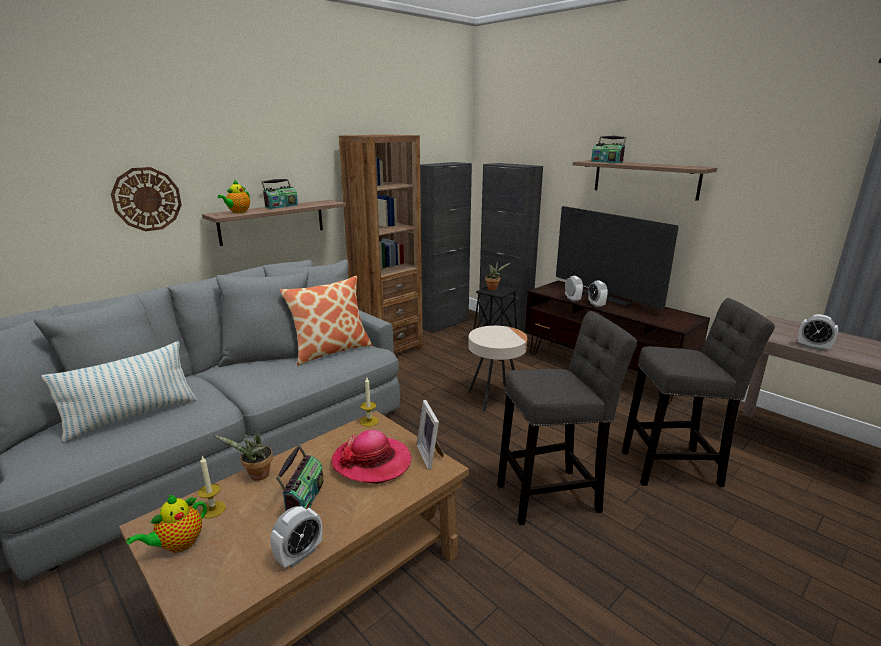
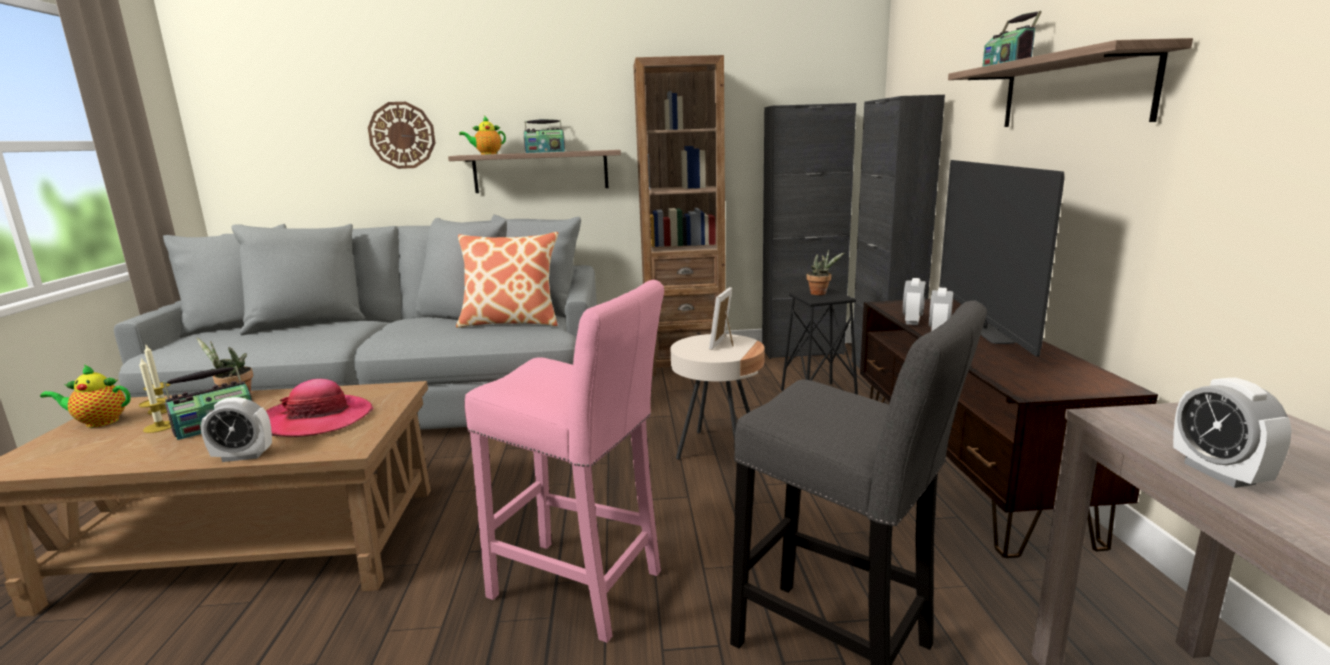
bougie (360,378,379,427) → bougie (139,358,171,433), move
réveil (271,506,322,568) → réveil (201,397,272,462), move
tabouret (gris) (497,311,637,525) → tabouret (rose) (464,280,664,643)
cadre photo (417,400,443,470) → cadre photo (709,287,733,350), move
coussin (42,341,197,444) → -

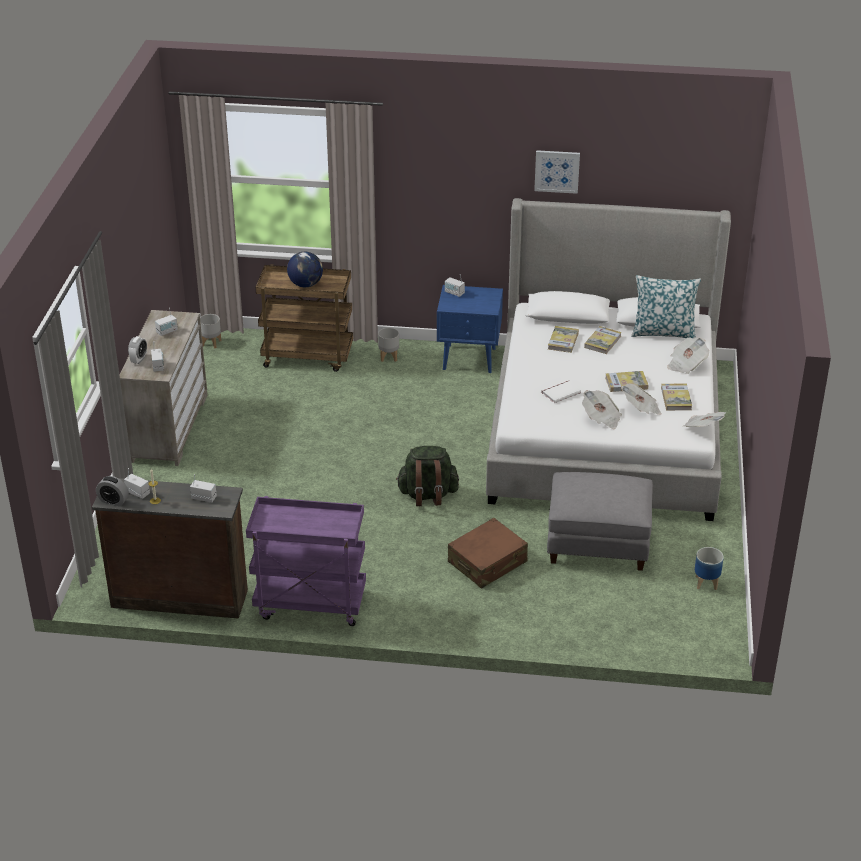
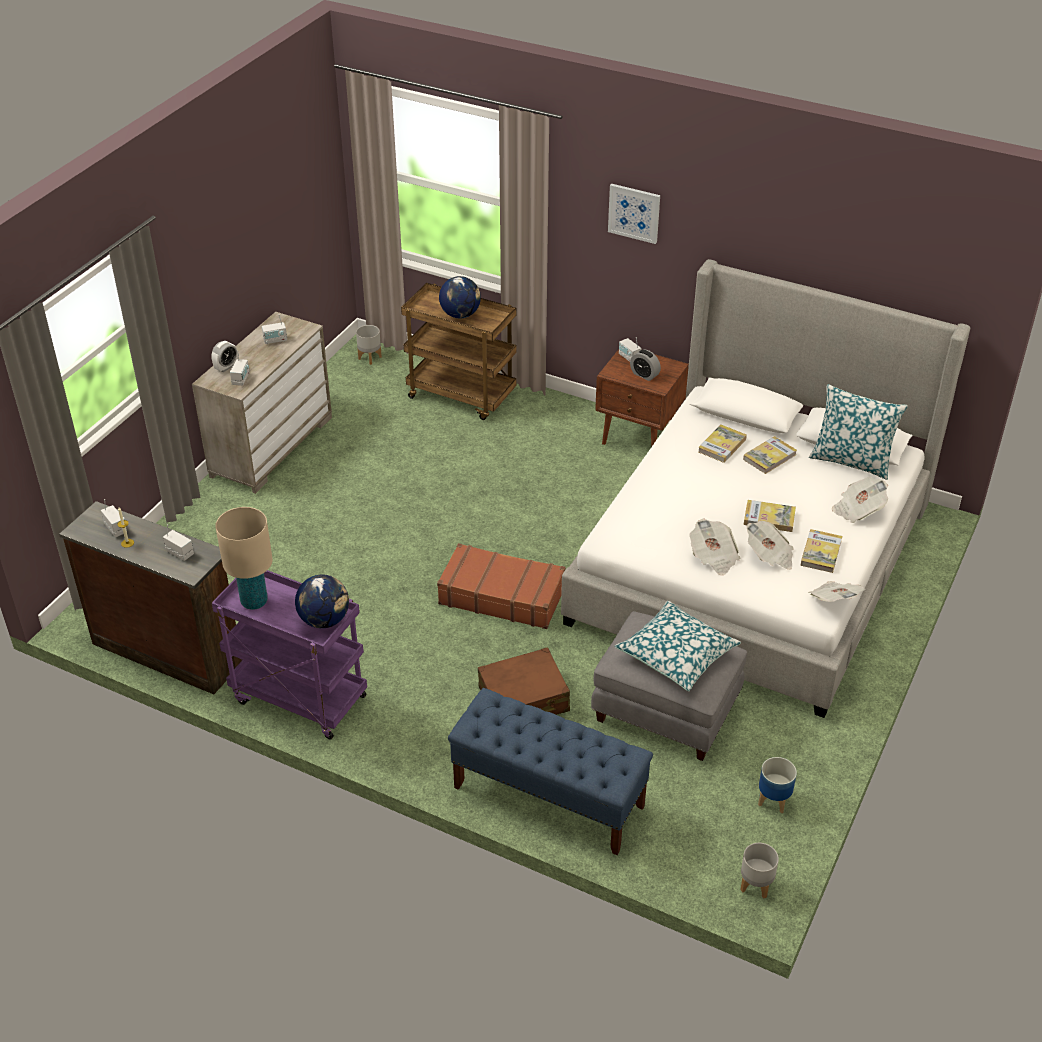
- → lampe de table (beige) (215,507,273,610)
- → globe (295,575,349,628)
sac à dos (vert) (396,446,459,506) → valise (marron) (437,543,566,629)
- → banc (bleu) (448,688,653,855)
table de chevet (bleu) (437,285,503,373) → table de chevet (marron) (595,349,689,447)
tableau (534,150,580,194) → tableau (608,184,660,244), move
- → coussin (615,601,741,691)
réveil (96,476,129,506) → réveil (630,350,661,381), move
cache-pot (gris) (378,328,399,362) → cache-pot (gris) (740,843,779,899), move
livre (blanc) (541,380,581,403) → -

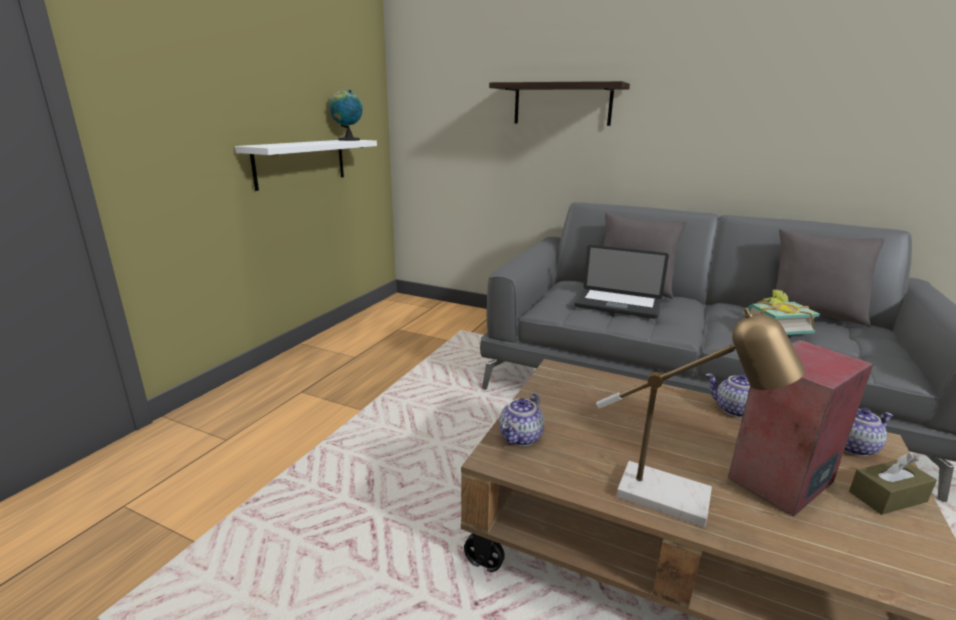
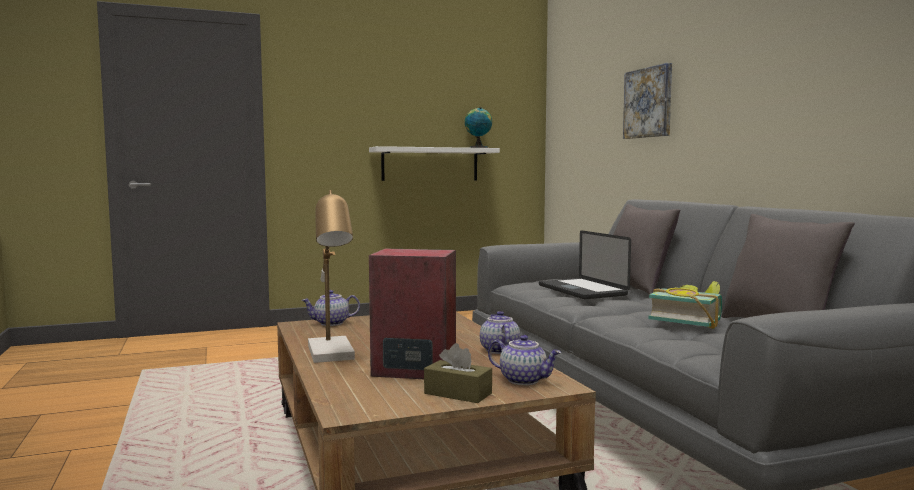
étagère (489,81,630,126) → tableau (623,63,672,139)

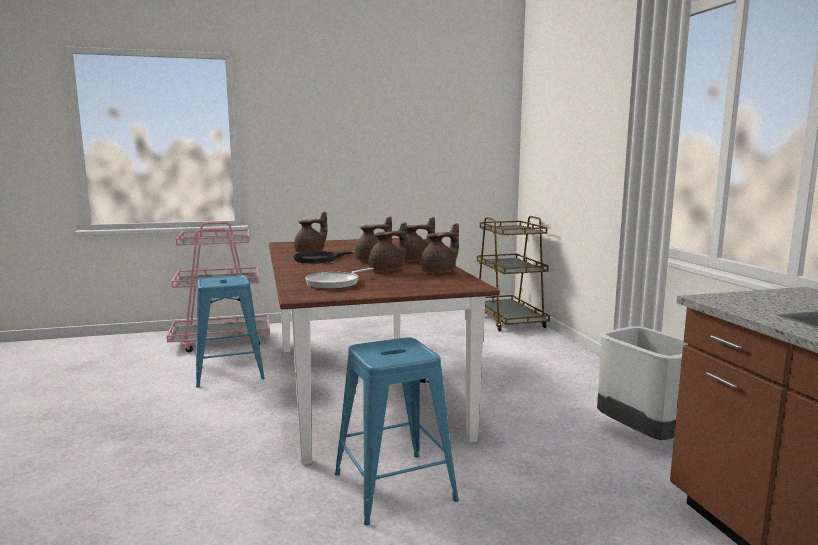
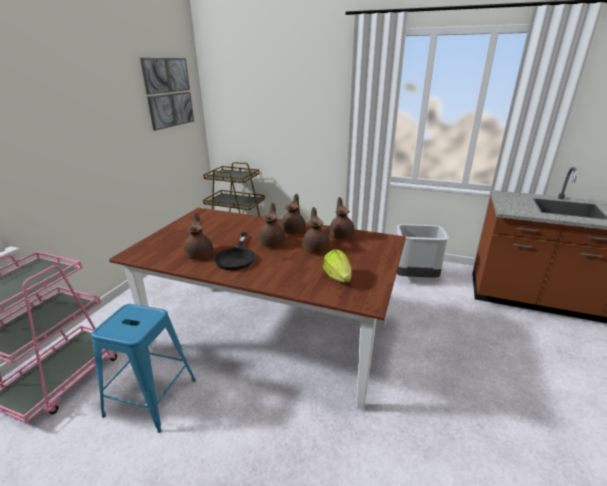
- → tableau (140,58,194,130)
poêle (305,268,374,289) → laitue (323,249,352,283)
tabouret (bleu) (335,337,459,525) → -

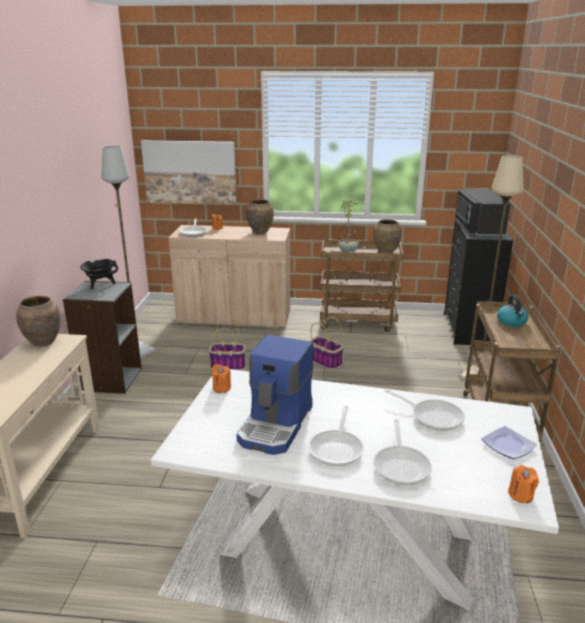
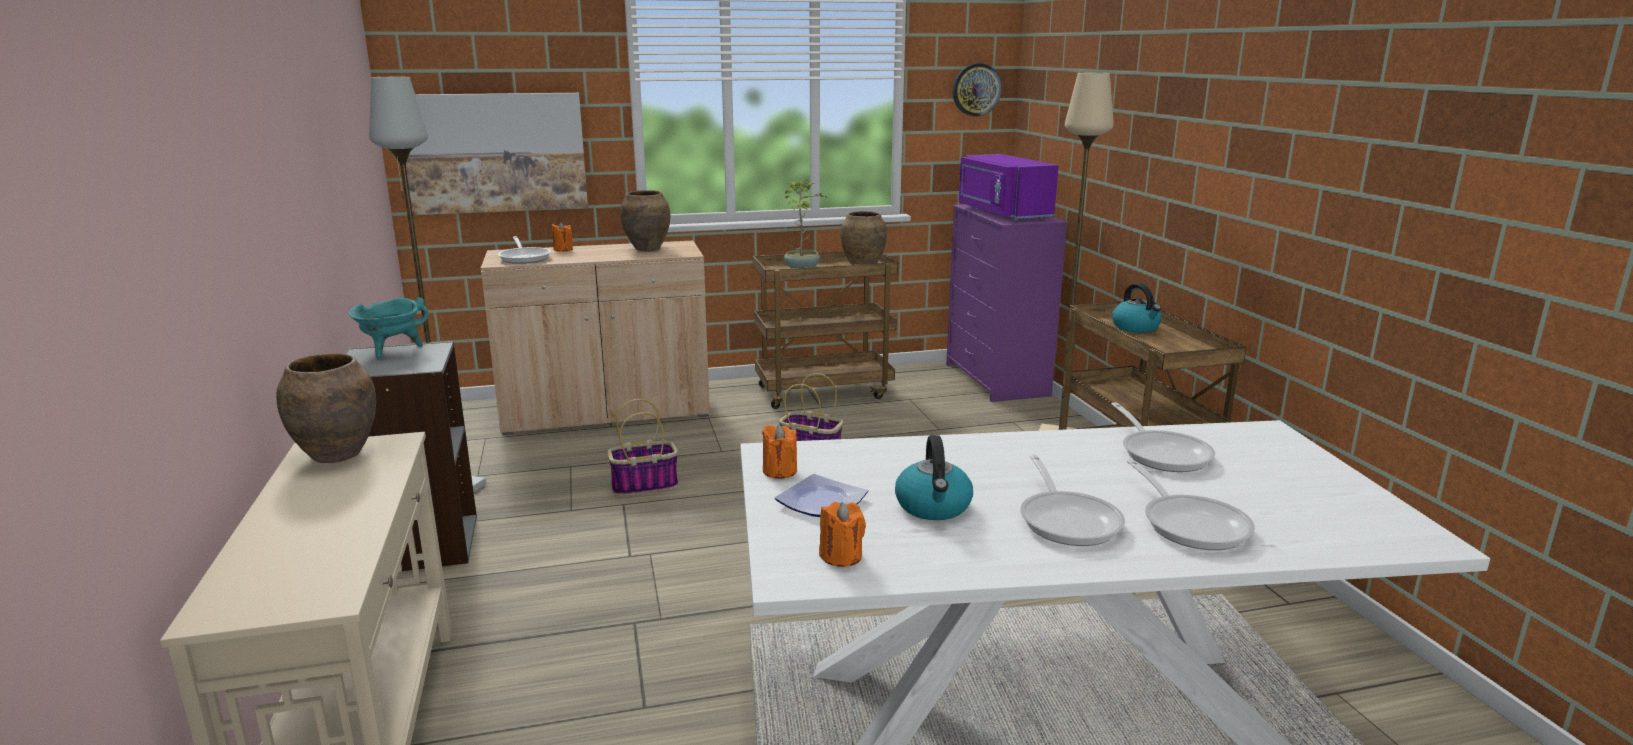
marmite (noir) (80,259,118,289) → marmite (turquoise) (348,298,428,358)
assiette (482,426,537,459) → assiette (775,474,868,517), move
bougie (orange) (508,465,539,503) → bougie (orange) (819,502,866,567), move
machine à café (237,335,313,455) → bouilloire (895,435,973,520)
commode (noir) (444,218,513,345) → commode (violet) (946,204,1068,402)
- → horloge murale (953,63,1002,116)
micro-ondes (noir) (455,188,510,236) → micro-ondes (violet) (959,154,1059,221)
poêle (385,389,465,431) → poêle (1111,402,1215,472), 60 degrees clockwise

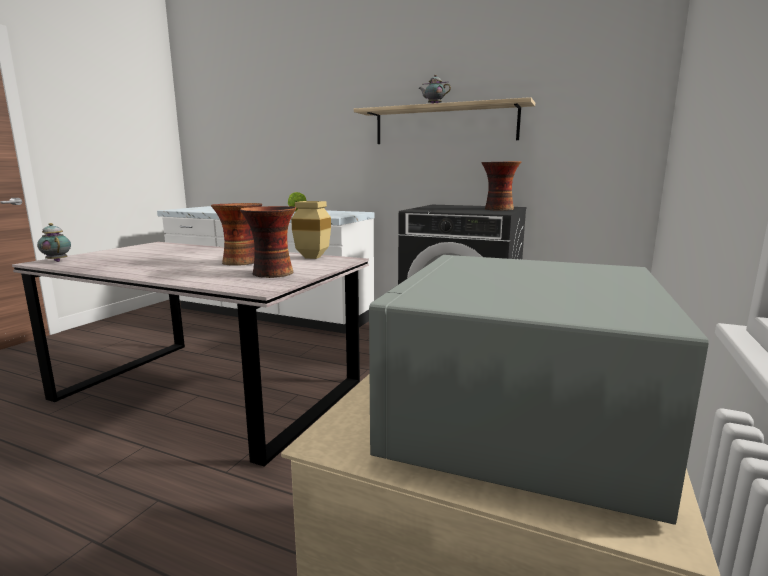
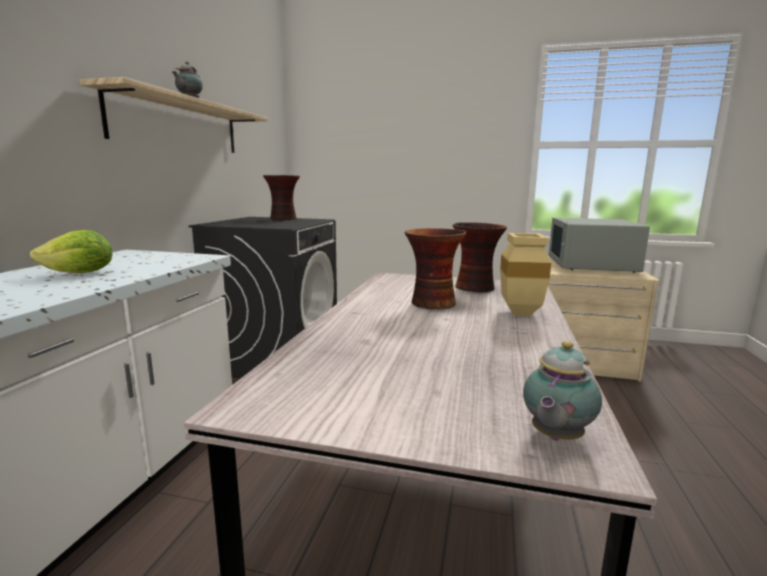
vase (beige) (291,201,331,259) → vase (beige) (500,233,551,316), move
micro-ondes (gris) (369,255,709,525) → micro-ondes (gris) (549,218,650,273), 90 degrees clockwise

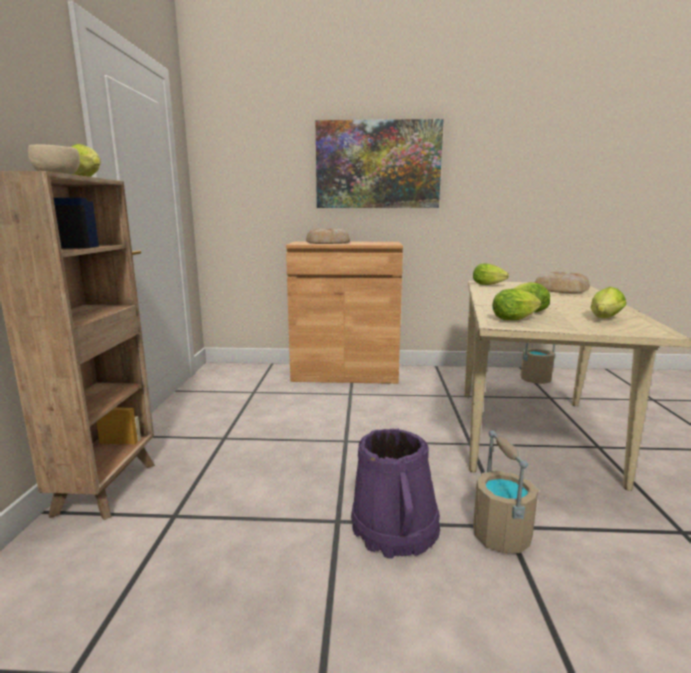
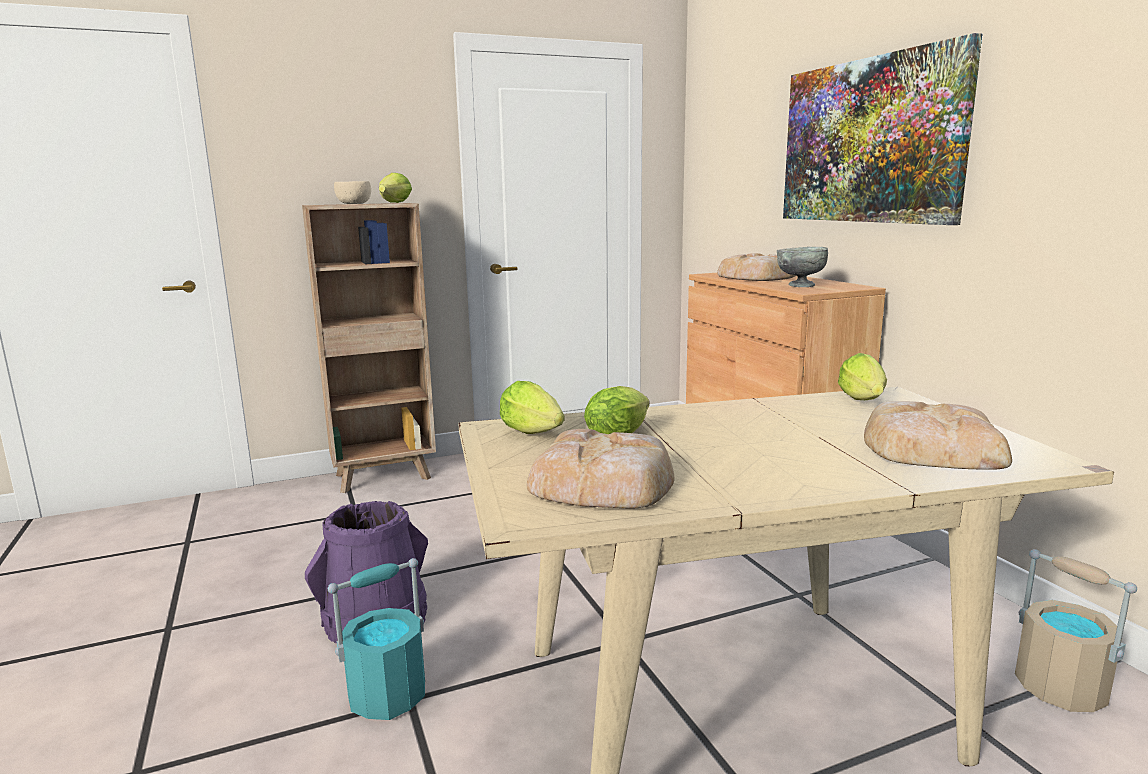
seau (beige) (473,430,539,553) → seau (turquoise) (328,558,425,720)
laitue (590,287,626,318) → pain (527,429,674,508)
- → bol (gris) (777,247,828,287)

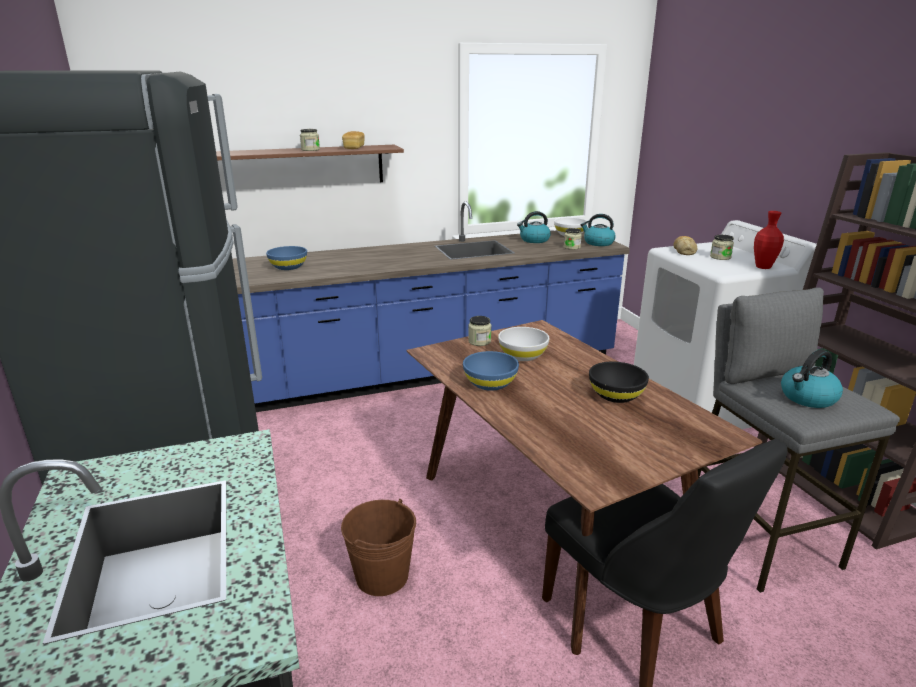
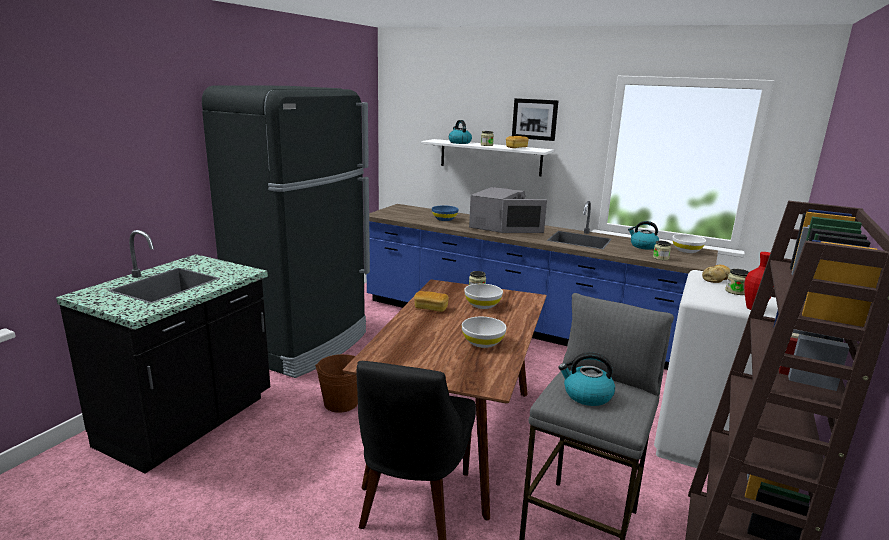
bol (bleu) (463,351,519,391) → pain (414,291,449,312)
étagère (marron) (216,145,404,182) → étagère (blanc) (421,139,554,176)
bouilloire (581,214,616,246) → bouilloire (449,120,472,144), move
bol (noir) (589,362,649,403) → bol (blanc) (462,317,507,348)
- → micro-ondes (gris) (469,187,547,233)
- → tableau (512,98,559,141)

